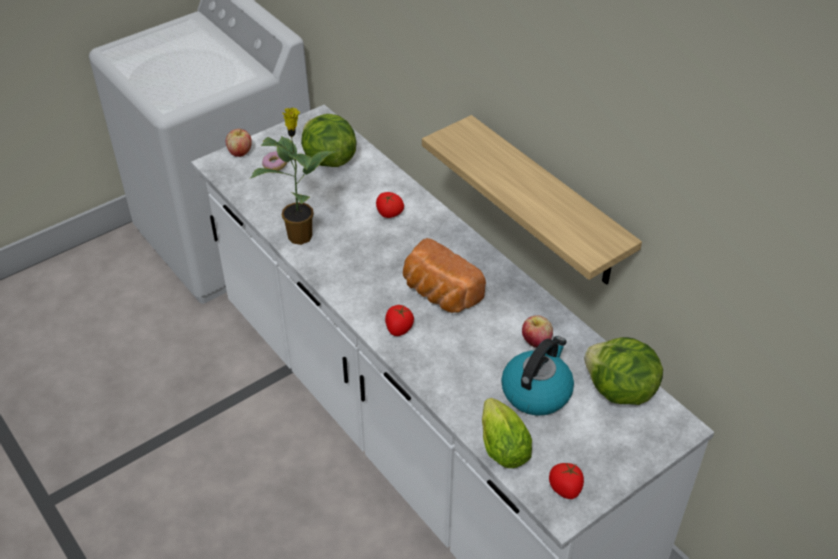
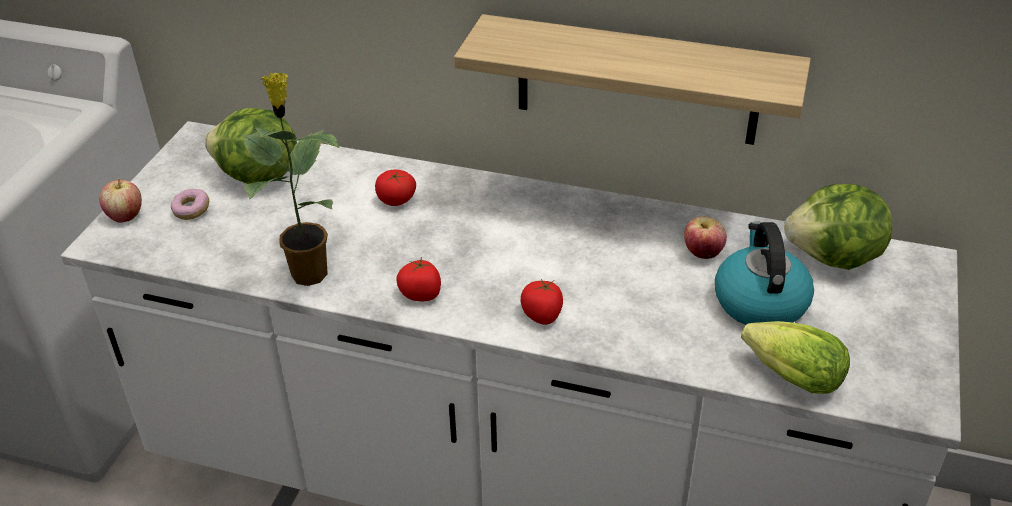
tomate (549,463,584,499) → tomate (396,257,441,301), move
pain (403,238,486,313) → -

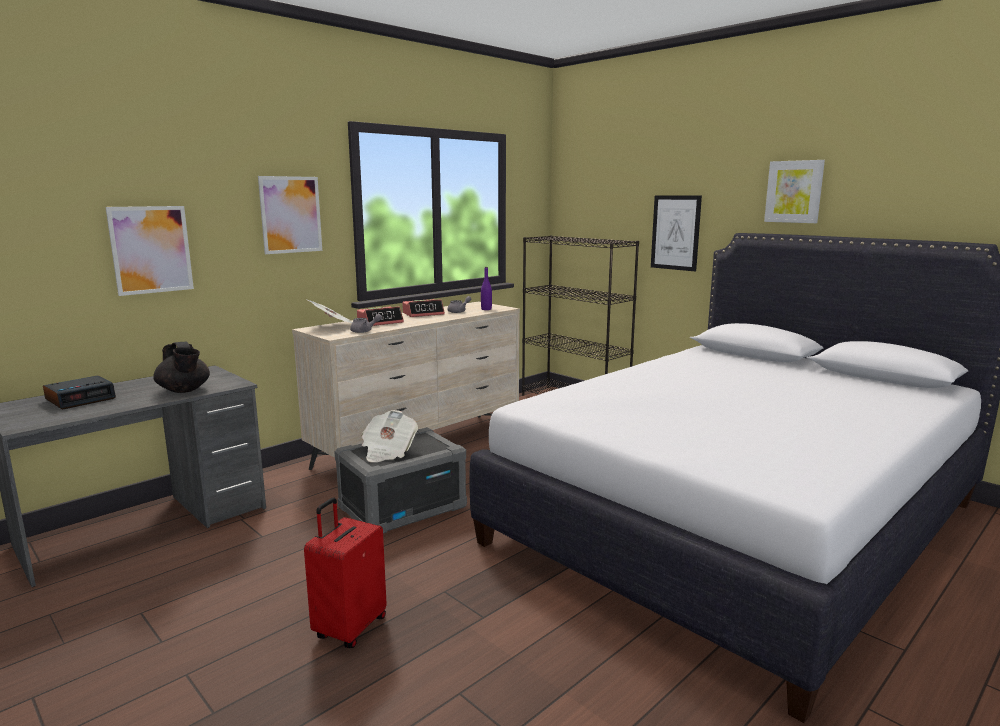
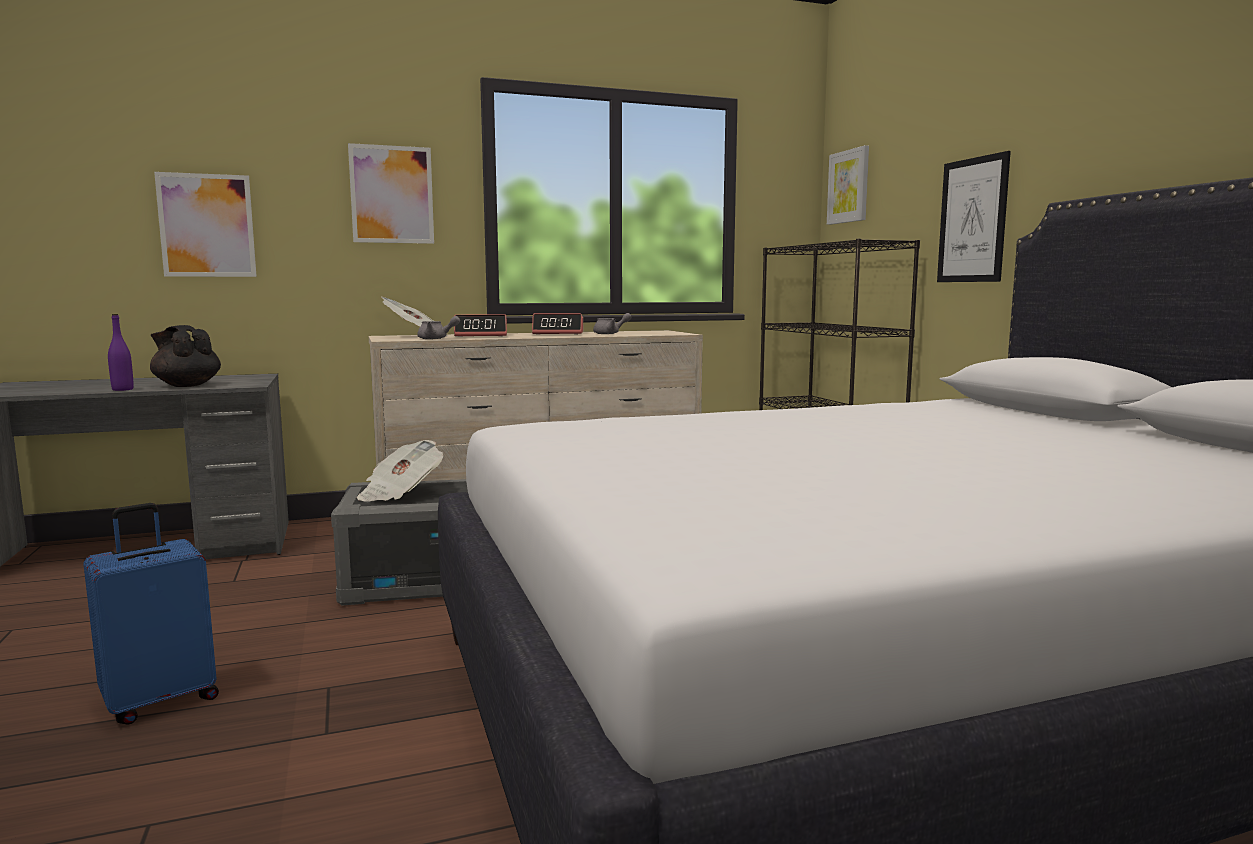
valise (rouge) (304,498,387,648) → valise (bleu) (83,503,219,725)
bouteille (violet) (481,267,492,310) → bouteille (violet) (108,314,134,391), move
théière (noir) (153,342,210,393) → théière (noir) (150,325,221,387), 135 degrees clockwise
tableau (764,160,825,223) → tableau (827,145,869,225), move
réveil (43,375,116,409) → -

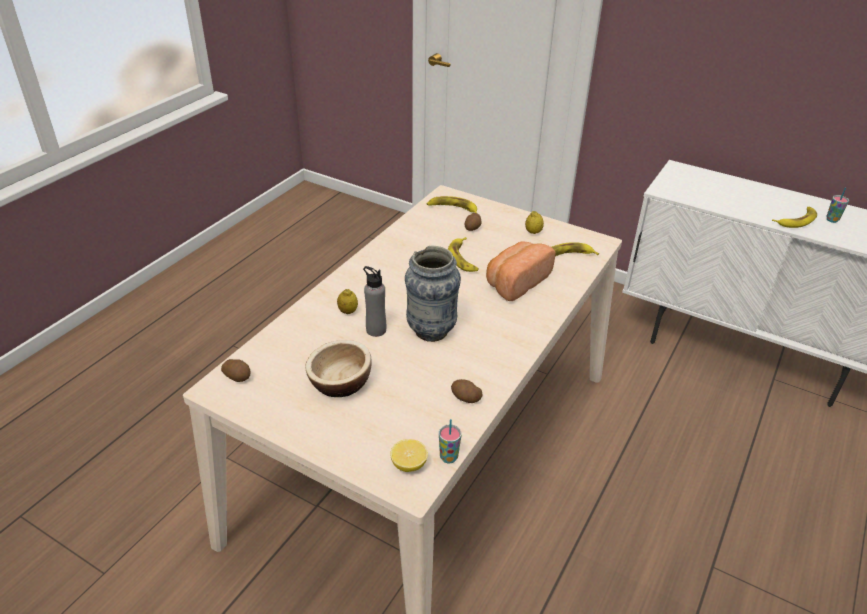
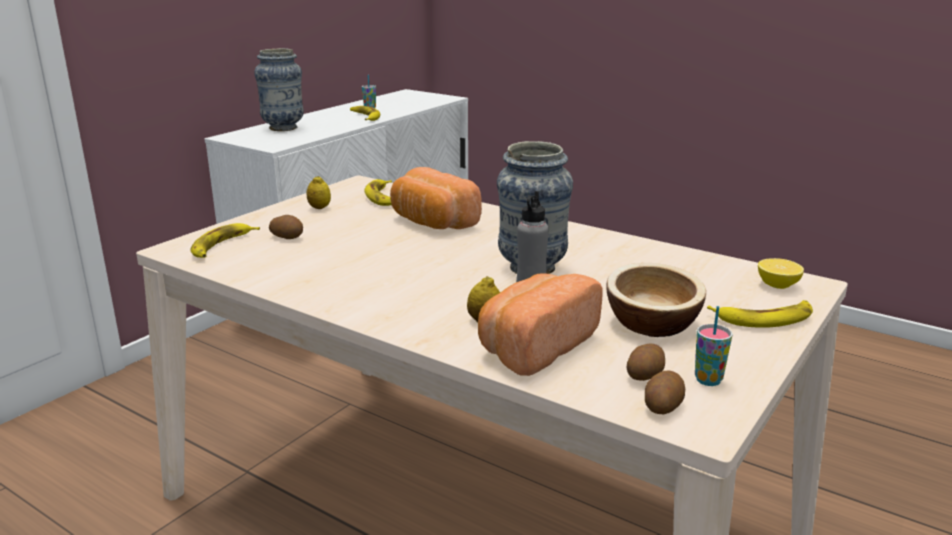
- → vase (254,48,304,131)
- → pain (478,273,602,376)
pomme de terre (451,379,482,403) → pomme de terre (627,343,665,381), move
tasse (439,419,462,464) → tasse (695,306,733,386), move
banane (448,237,478,272) → banane (707,300,813,328), move

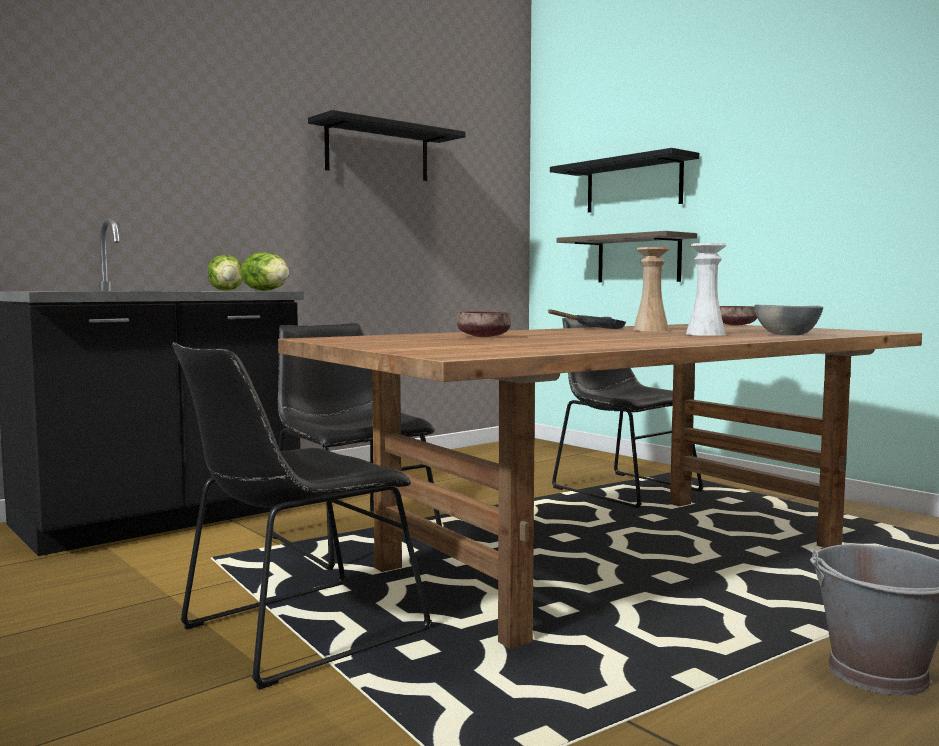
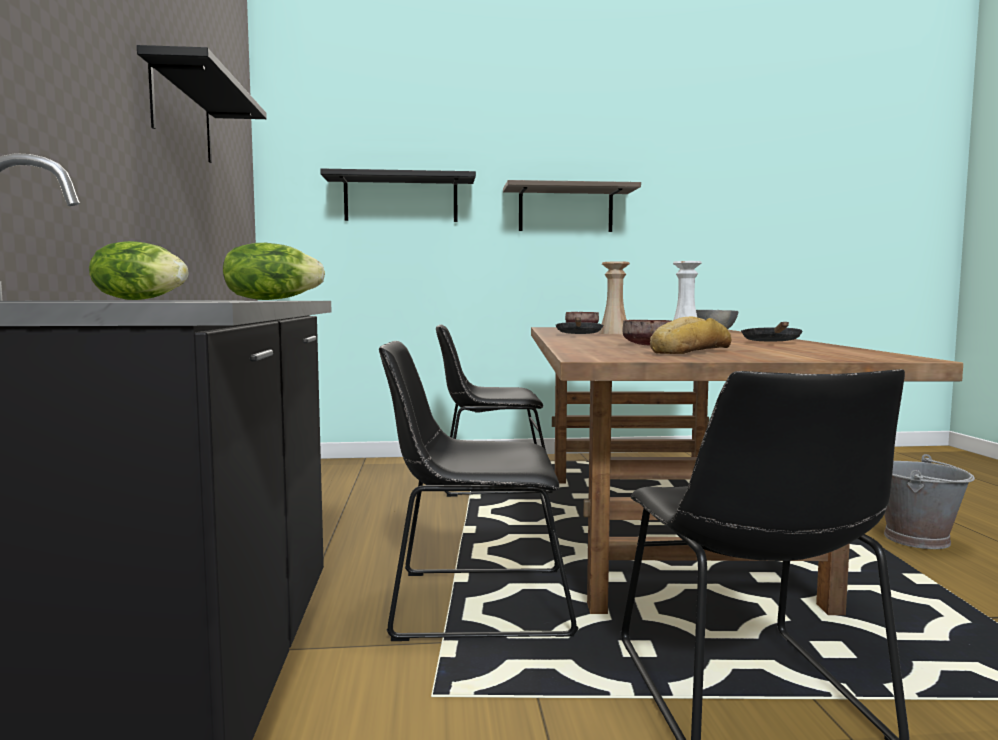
étagère (557,231,697,282) → étagère (503,180,641,232), move
- → pain (650,317,731,354)
- → poêle (noir) (741,322,802,341)

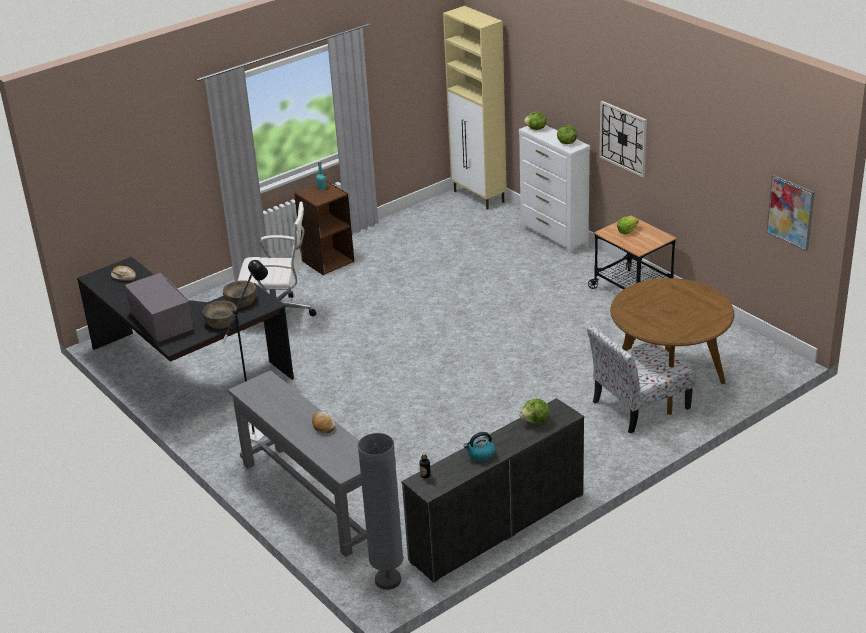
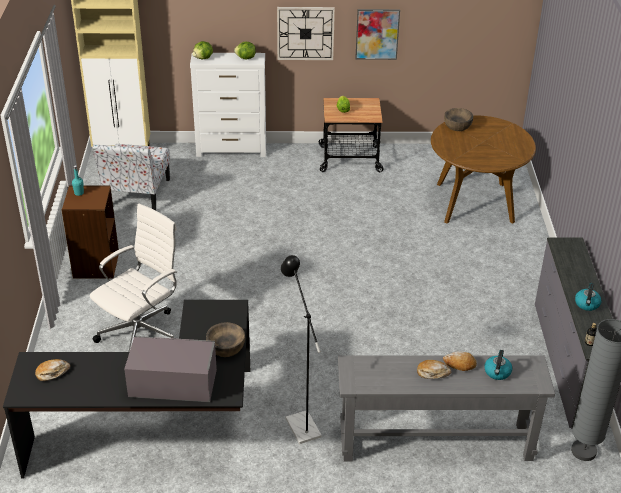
chaise (587,325,695,433) → chaise (92,144,170,211), move
tableau (766,174,815,251) → tableau (355,9,400,60), move
- → pain (417,360,451,379)
bol (marron) (223,280,257,308) → bol (marron) (444,108,473,131), move
- → bouilloire (484,350,512,380)
laitue (520,399,549,424) → -

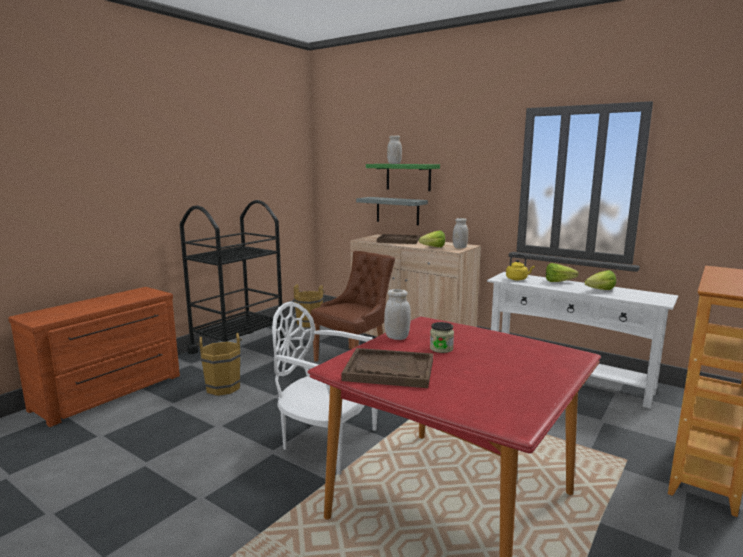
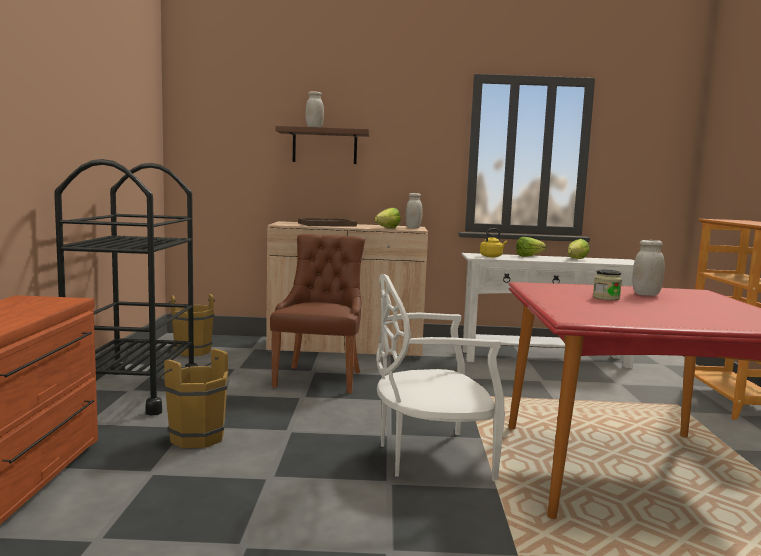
étagère (vert) (366,164,440,191) → étagère (marron) (276,126,370,164)
bocal (blanc) (384,289,411,340) → bocal (blanc) (632,240,665,296), move
plateau (marron) (342,348,433,388) → -
étagère (gris) (356,197,428,225) → -

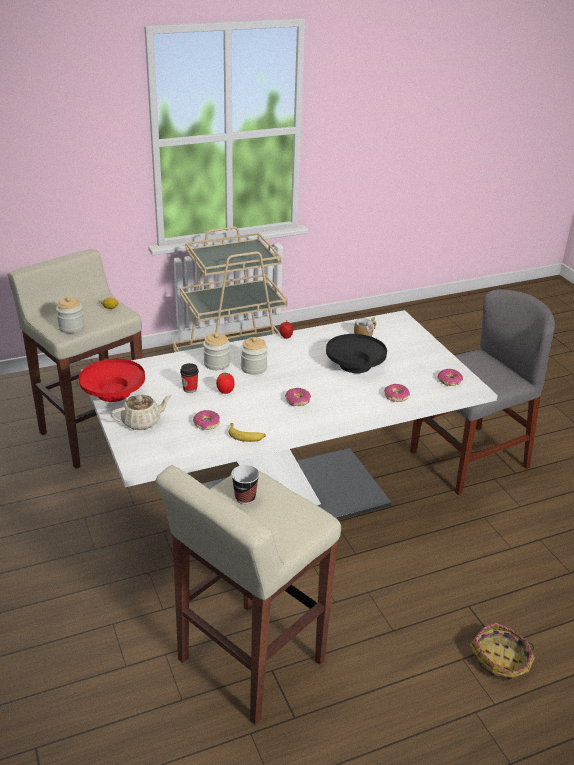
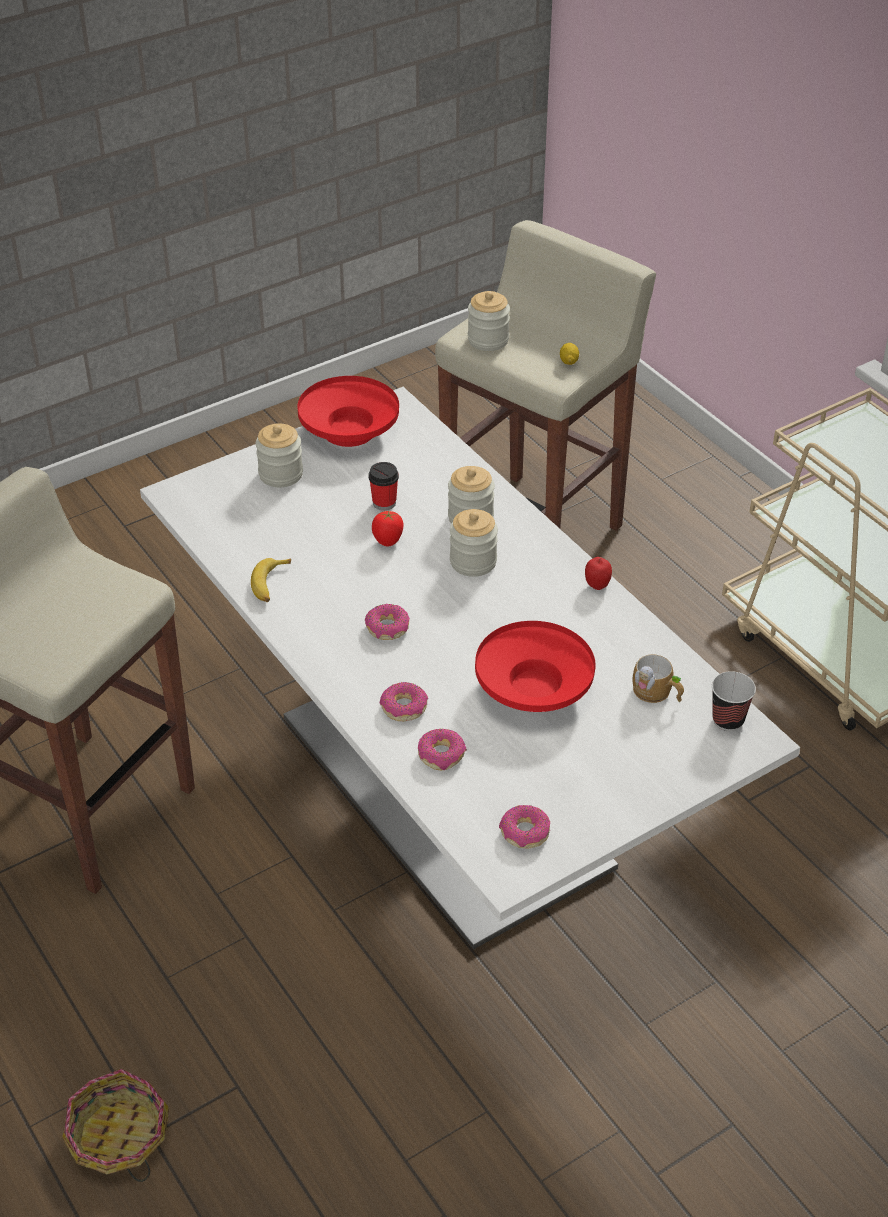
théière (beige) (111,394,172,430) → bocal (256,423,303,487)
beignet (193,410,220,430) → beignet (380,682,428,721), move
bol (noir) (326,334,387,373) → bol (rouge) (475,621,596,712)
tasse (231,465,260,504) → tasse (712,671,756,731), move
chaise (gris) (410,289,555,495) → -

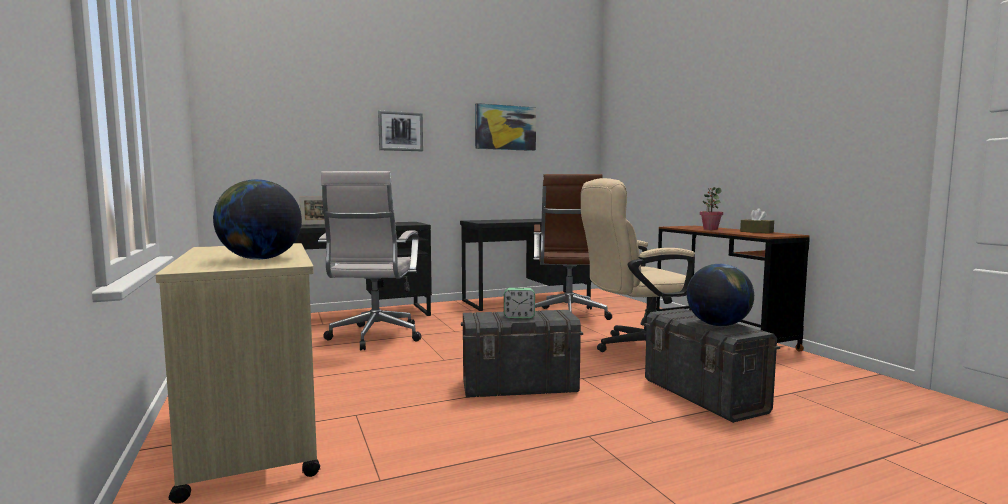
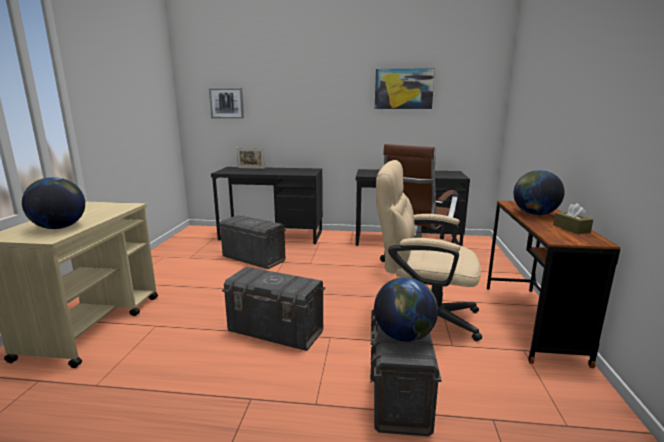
tableau (378,111,423,151) → tableau (209,88,244,118), move
chaise de bureau (blanc) (318,171,421,350) → boîte de rangement (gris) (219,215,286,269)
plante en pot (700,187,723,230) → globe (514,170,565,215)
réveil (504,288,535,318) → -

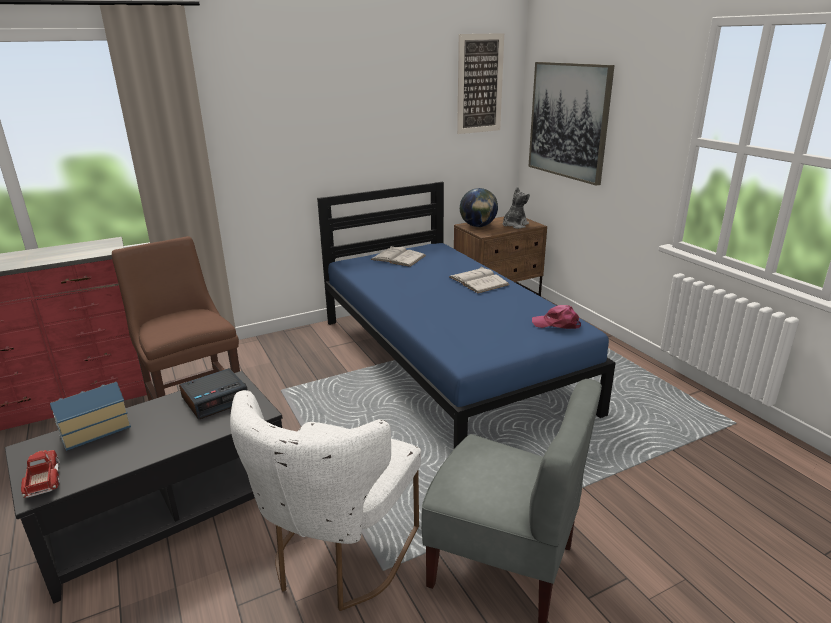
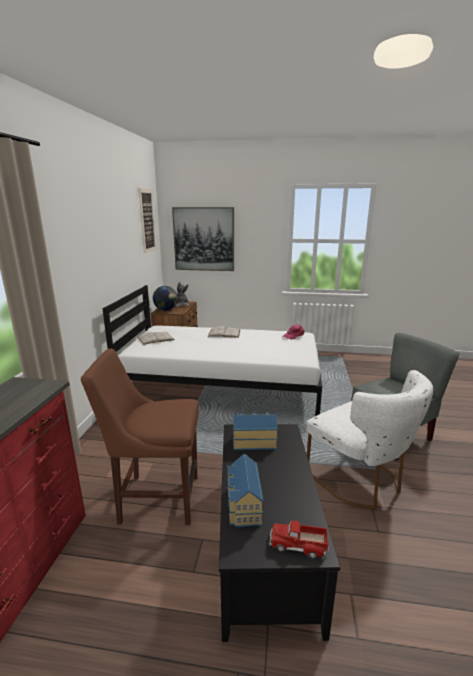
lit (bleu) (317,182,616,449) → lit (blanc) (102,285,322,416)
réveil (179,368,248,419) → maison miniature (233,412,278,450)

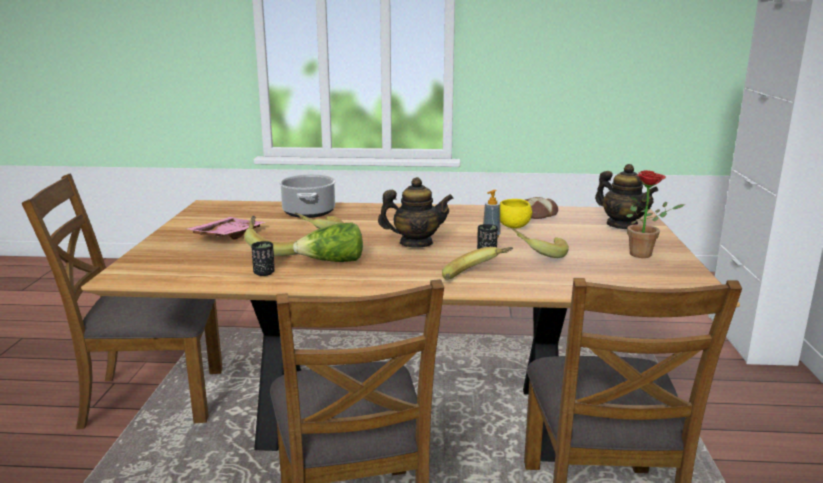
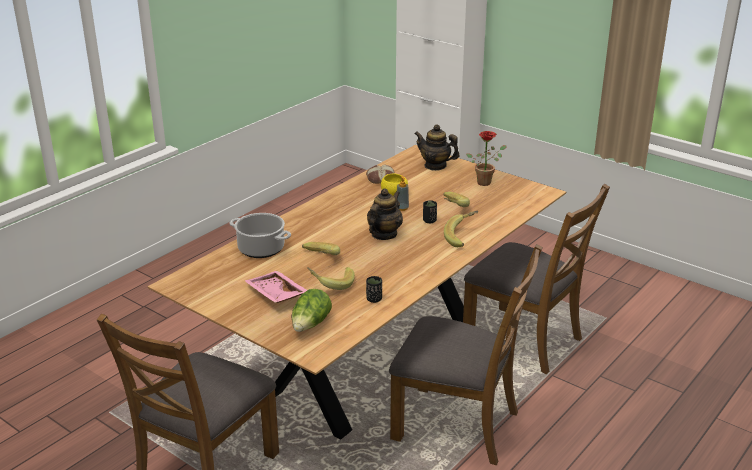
laitue (293,223,363,262) → laitue (292,289,332,332), move
théière (595,164,658,229) → théière (415,124,460,171), 150 degrees counterclockwise

